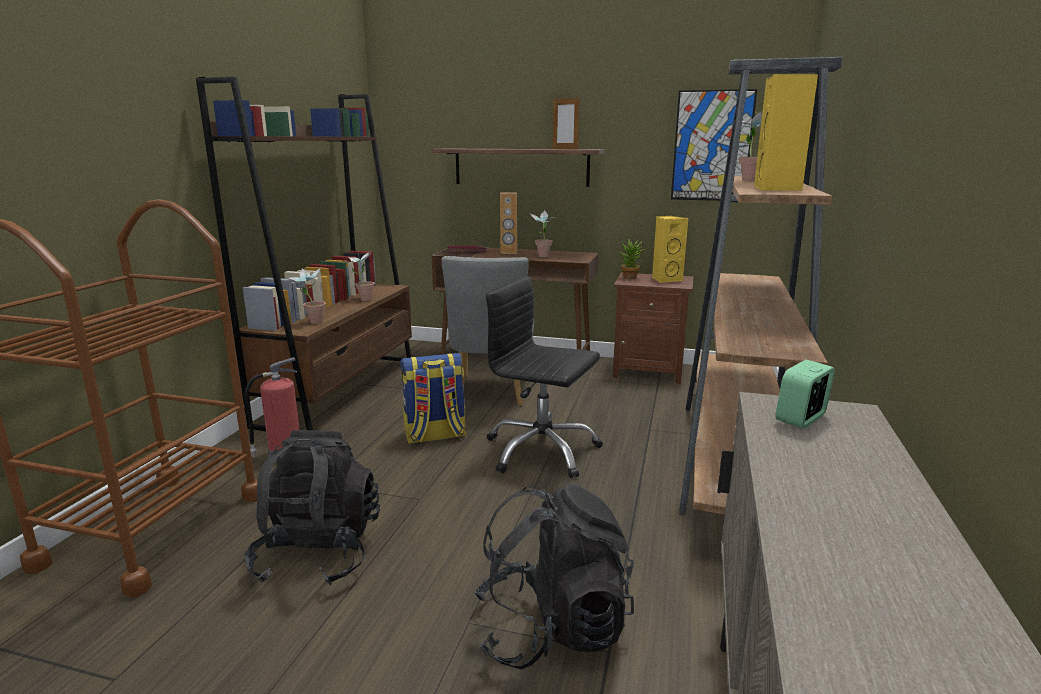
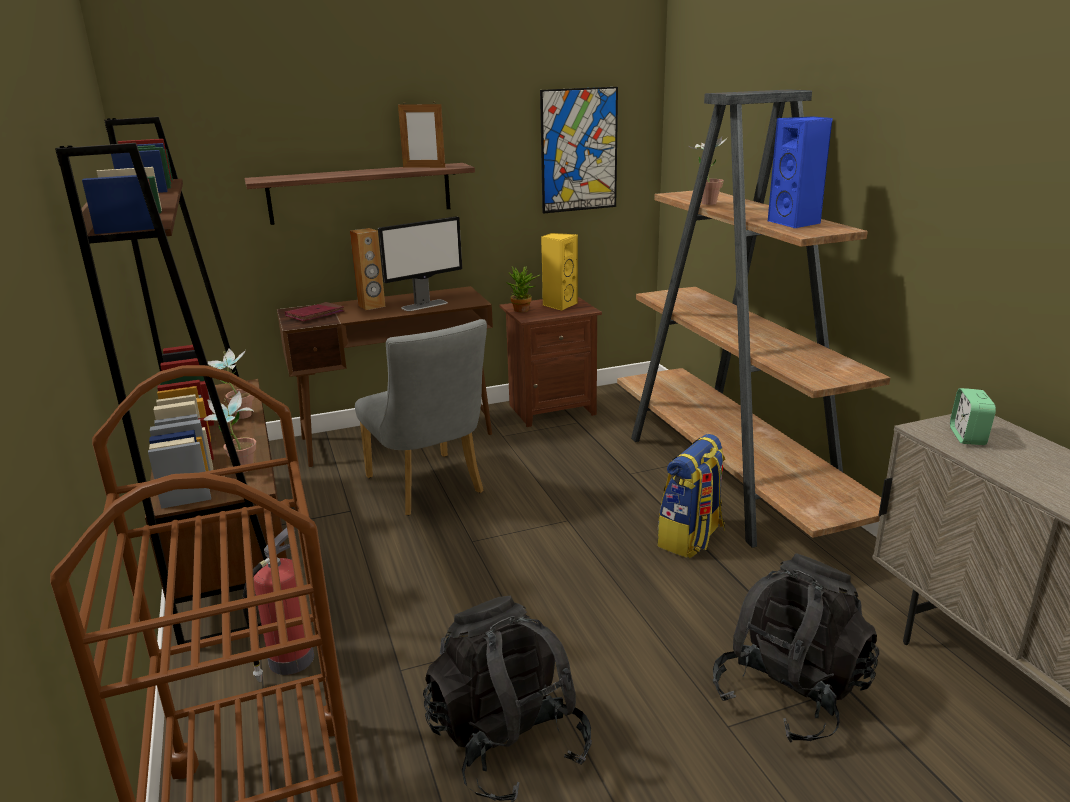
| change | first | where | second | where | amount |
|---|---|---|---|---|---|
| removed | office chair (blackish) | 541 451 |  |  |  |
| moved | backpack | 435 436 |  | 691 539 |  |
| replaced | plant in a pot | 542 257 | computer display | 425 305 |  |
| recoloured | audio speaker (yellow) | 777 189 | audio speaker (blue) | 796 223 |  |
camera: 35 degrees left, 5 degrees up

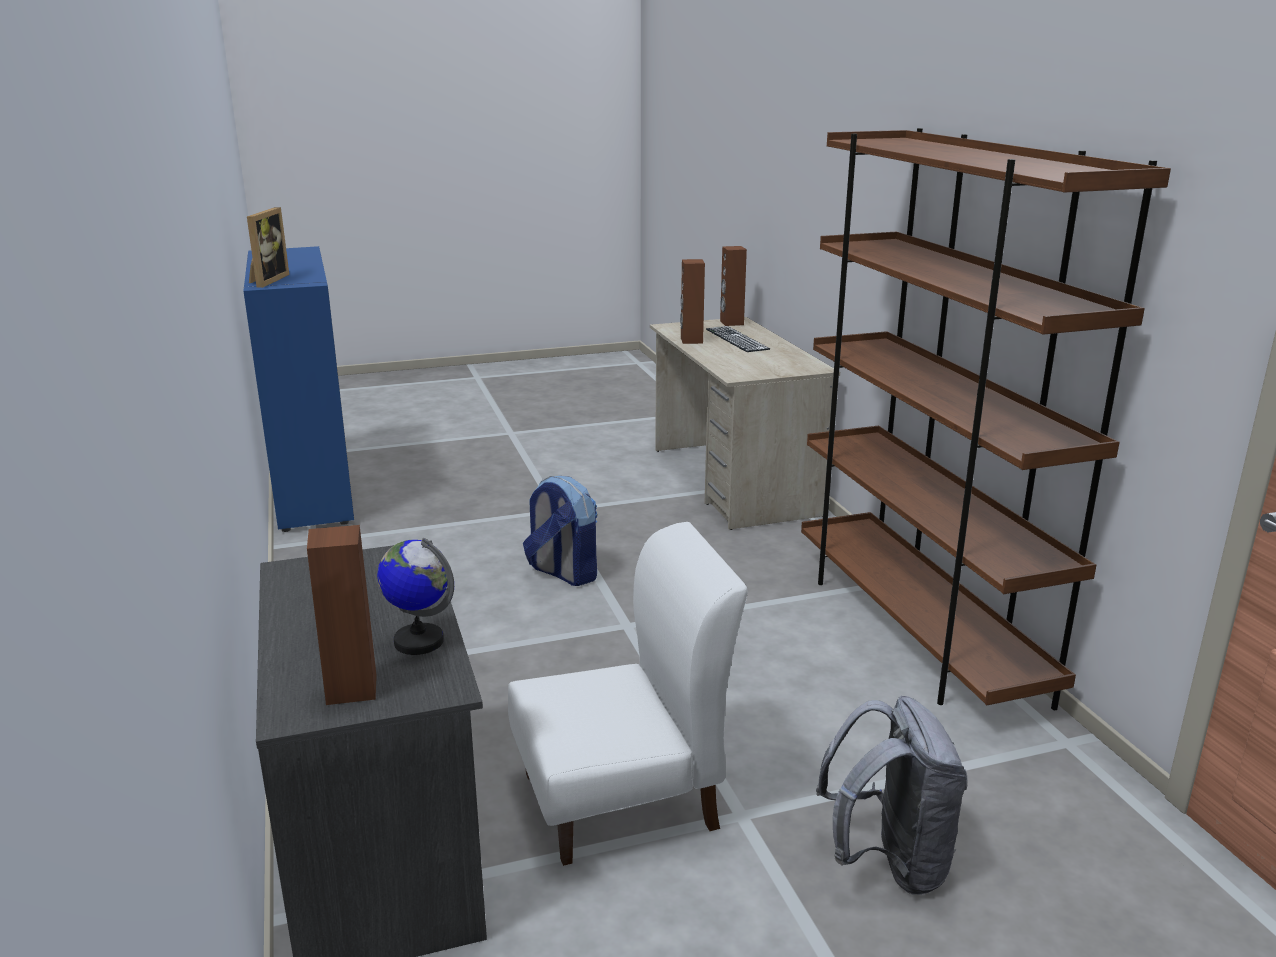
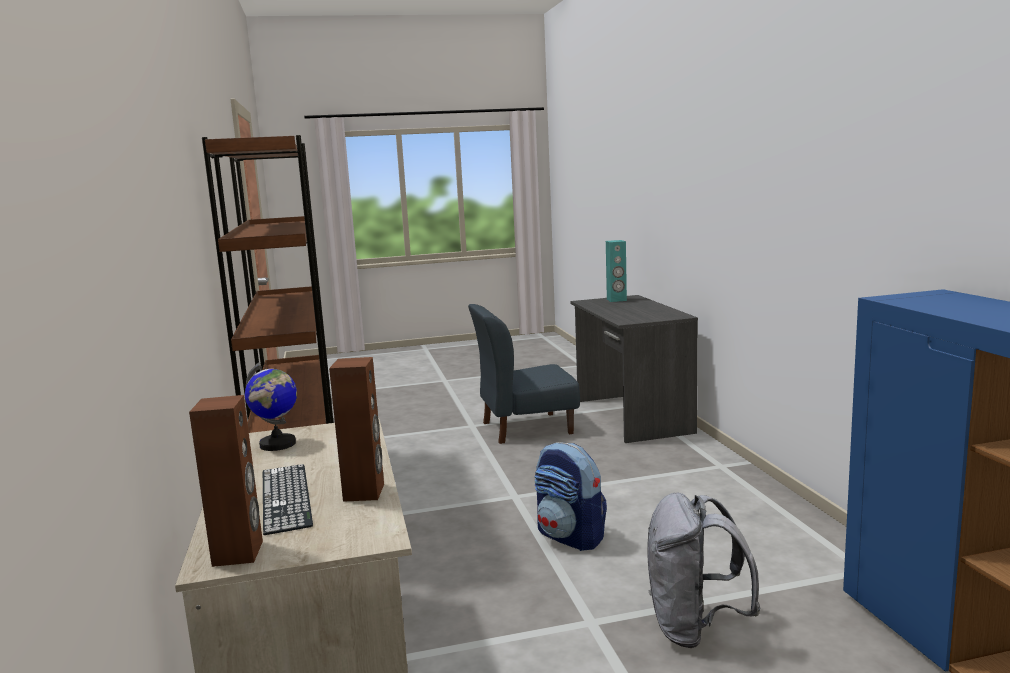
| change | first | where | second | where | amount |
|---|---|---|---|---|---|
| removed | photo frame | 266 280 |  |  |  |
| moved | globe | 418 641 |  | 277 444 |  |
| moved | backpack (gray) | 889 862 |  | 695 628 |  |
| recoloured | audio speaker (brown-coloured) | 351 689 | audio speaker (turquoise-coloured) | 616 300 |  |
| recoloured | plain chair (whitish) | 621 801 | plain chair (blue) | 526 428 |  |
camera: 175 degrees left, 10 degrees down

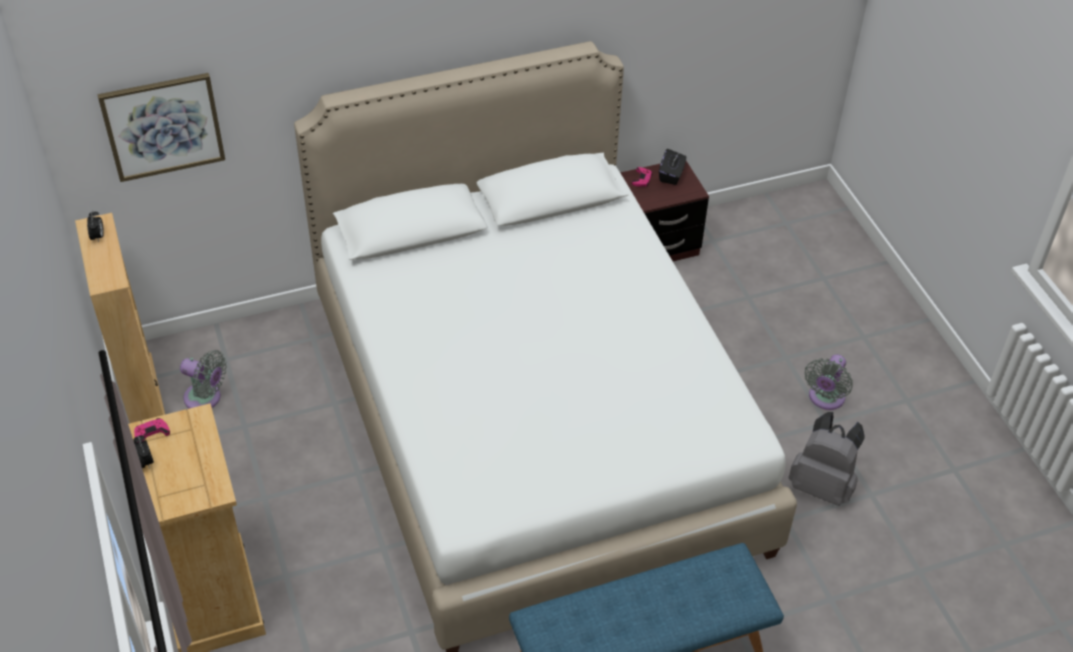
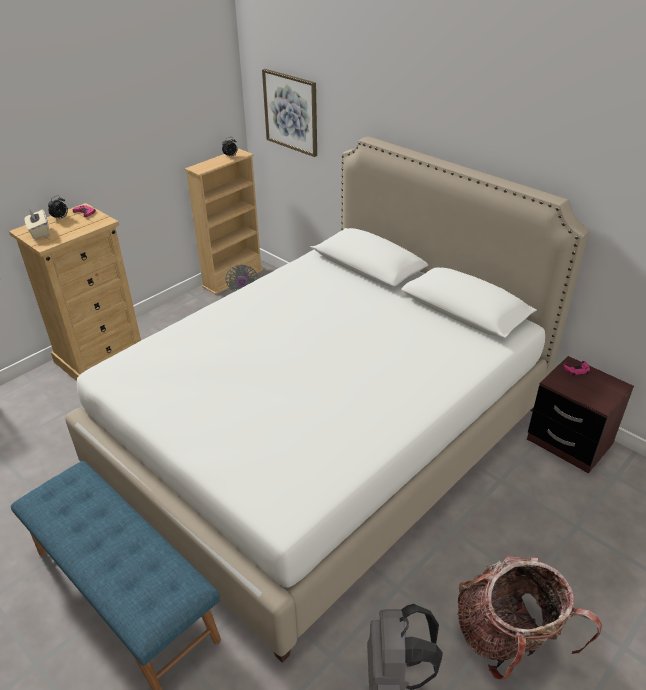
| change | first | where | second | where | amount |
|---|---|---|---|---|---|
| removed | box of tissues (blackish) | 671 175 |  |  |  |
| added |  |  | box of tissues (beige) | 39 232 |  |
| replaced | fan (gray) | 825 399 | backpack | 508 639 |  |
camera: 65 degrees right, 10 degrees down

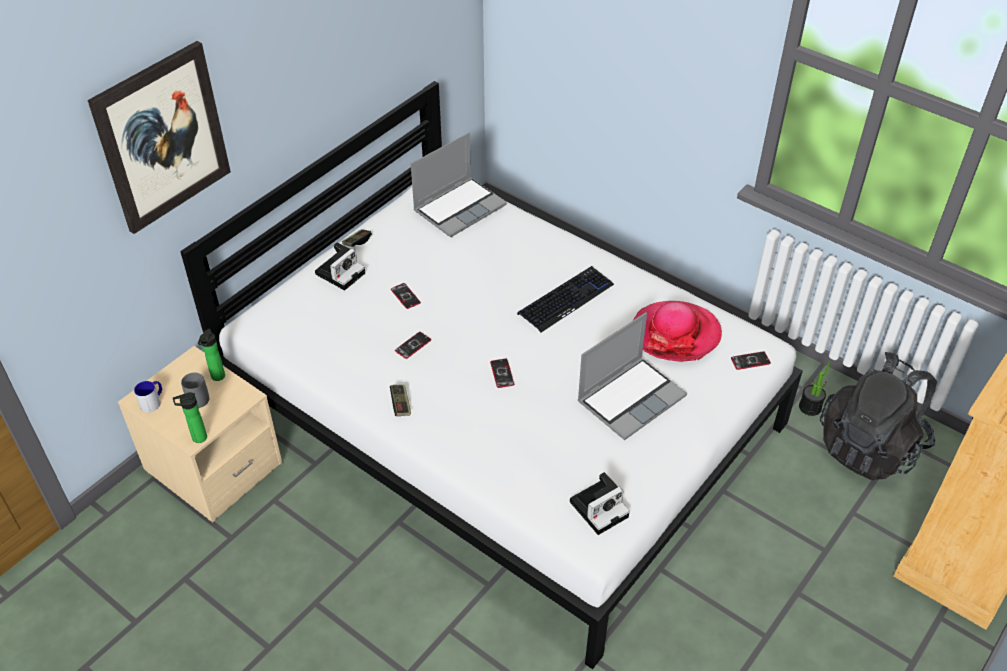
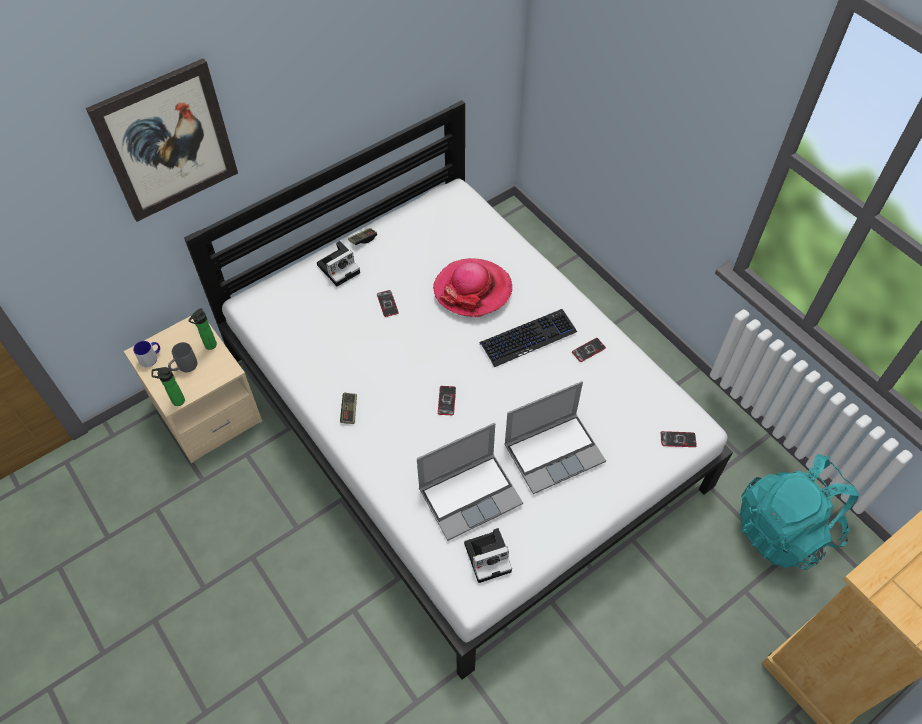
| change | first | where | second | where | amount |
|---|---|---|---|---|---|
| removed | plant in a pot | 810 407 |  |  |  |
| moved | phone | 413 345 |  | 588 350 |  |
| moved | portable computer | 460 207 |  | 470 495 |  |
| moved | clothing hat | 675 334 |  | 473 289 |  |
| recoloured | backpack (blackish) | 870 446 | backpack (turquoise-coloured) | 785 529 |  |
camera: 15 degrees right, 10 degrees up

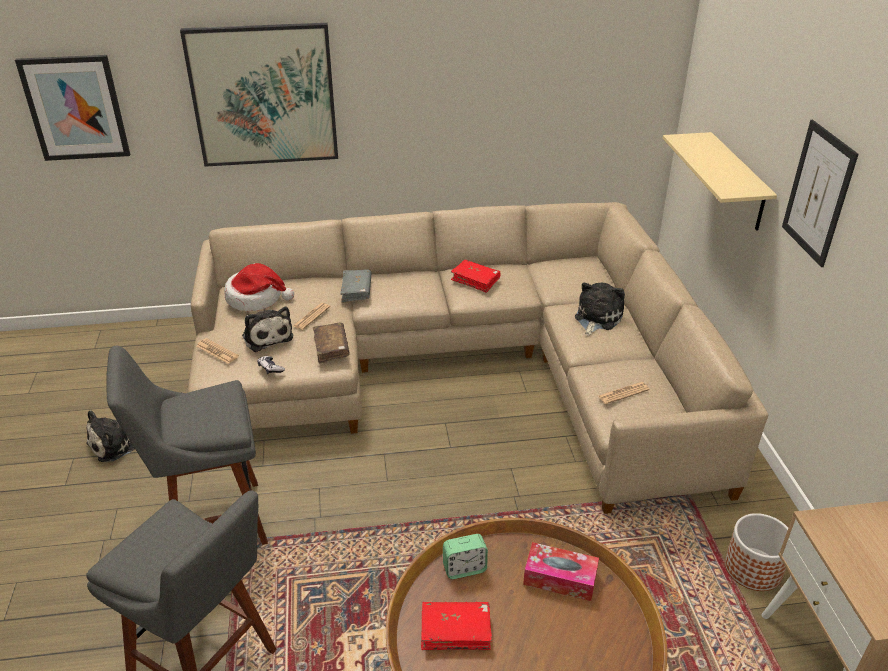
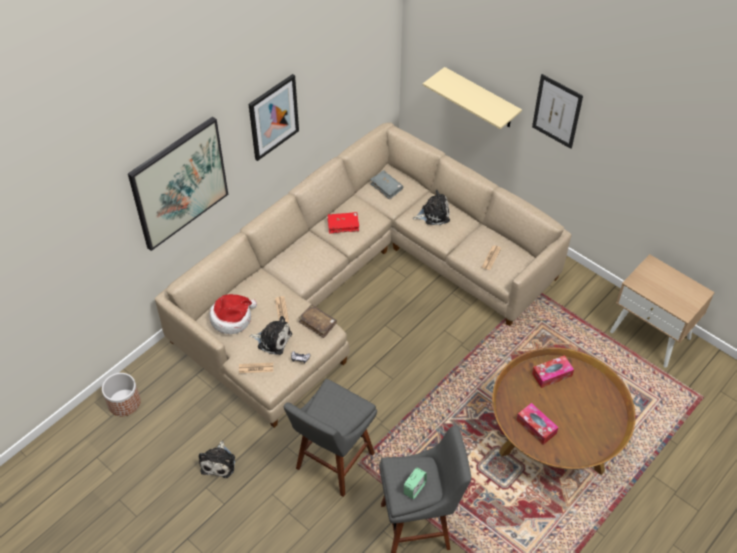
| change | first | where | second | where | amount |
|---|---|---|---|---|---|
| moved | wall picture | 75 108 |  | 273 117 |  |
| moved | book (gray) | 356 290 |  | 386 187 |  |
| moved | table clock | 464 568 |  | 414 488 |  |
| moved | plant pot | 753 569 |  | 124 403 |  |
| replaced | book (red-coloured) | 455 631 | box of tissues | 536 426 |  |
| turned | plush toy | 596 318 |  | 433 214 | 90 degrees clockwise |
camera: 40 degrees left, 15 degrees up

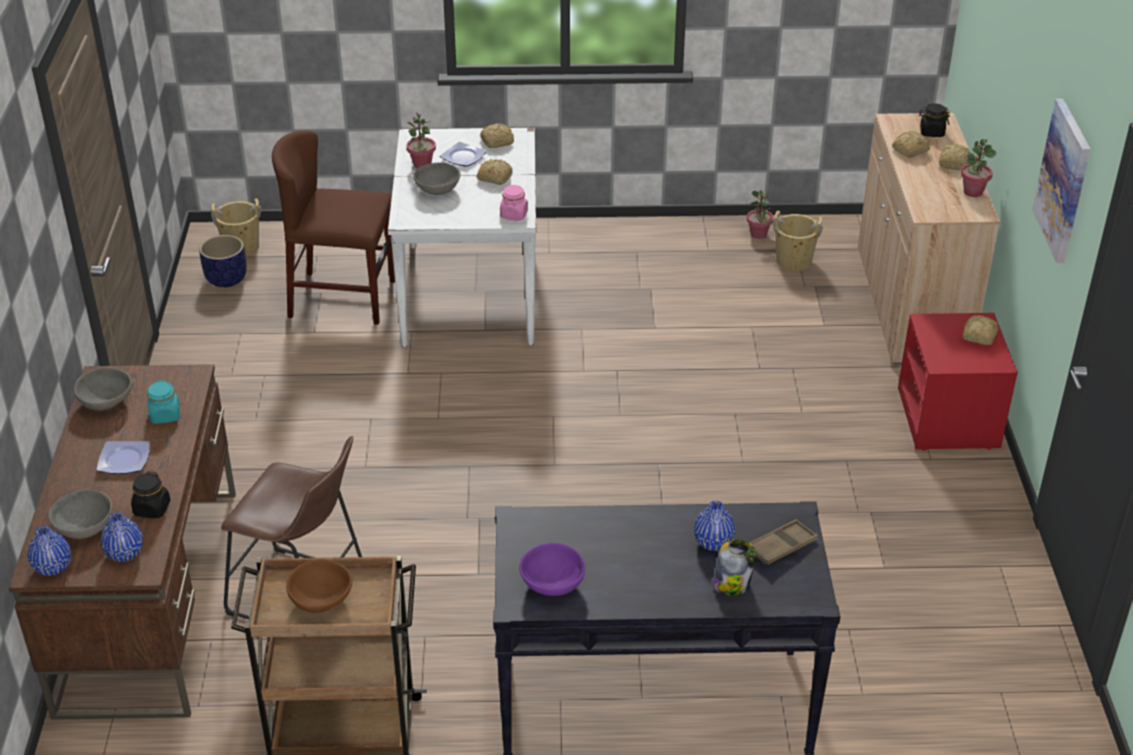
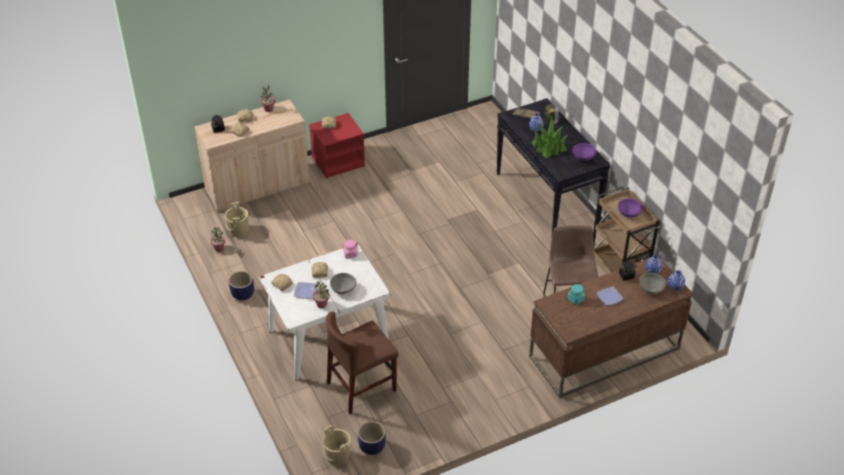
| change | first | where | second | where | amount |
|---|---|---|---|---|---|
| removed | bowl (gray) | 105 402 |  |  |  |
| removed | wall picture | 1063 180 |  |  |  |
| added |  |  | plant pot | 242 294 |  |
| added |  |  | plant in a pot | 548 146 |  |
| recoloured | bowl (brown-coloured) | 320 600 | bowl (purplish) | 629 213 |  |
| turned | plain chair (brown-coloured) | 342 298 |  | 361 387 | 75 degrees clockwise |
camera: 115 degrees left, 5 degrees up

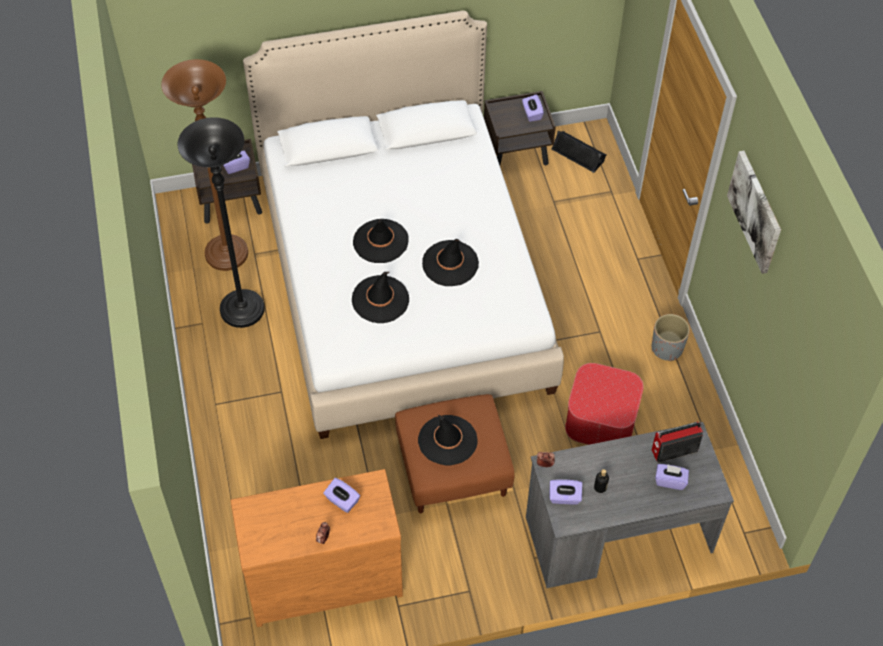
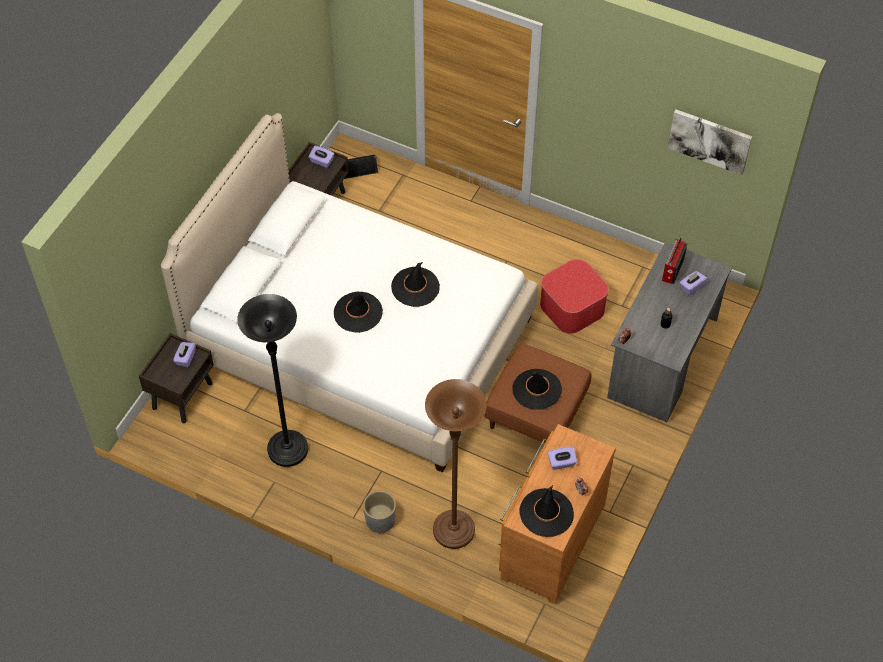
| change | first | where | second | where | amount |
|---|---|---|---|---|---|
| removed | box of tissues (purplish) | 564 497 |  |  |  |
| moved | floor lamp (brown-coloured) | 226 254 |  | 453 530 |  |
| moved | clothing hat (blackish) | 380 299 |  | 546 513 |  |
| moved | plant pot (gray) | 667 348 |  | 380 520 |  |
| moved | wall picture | 755 211 |  | 710 140 |  |
camera: 50 degrees left, 0 degrees up

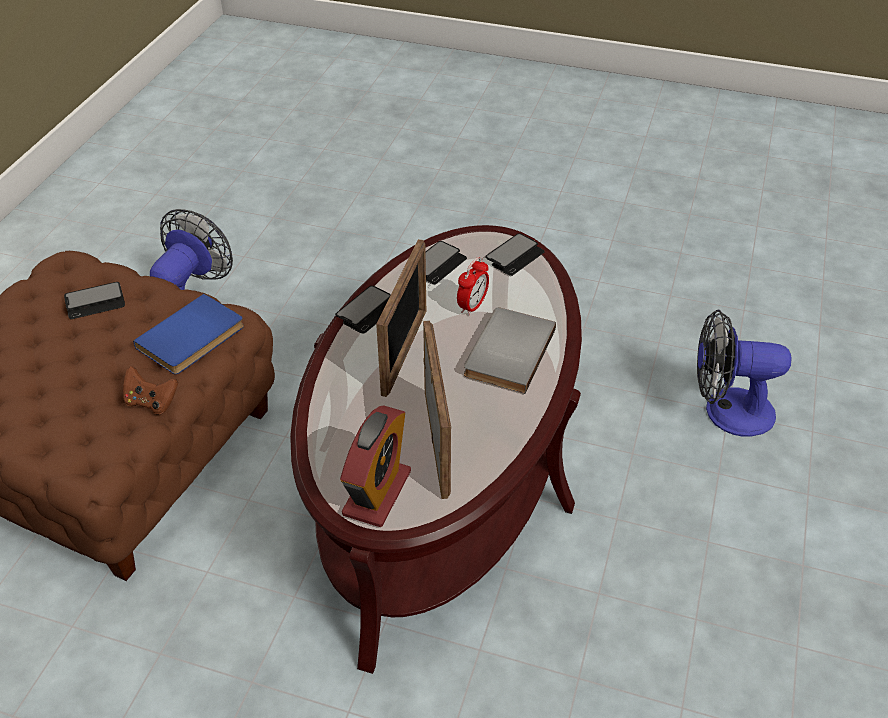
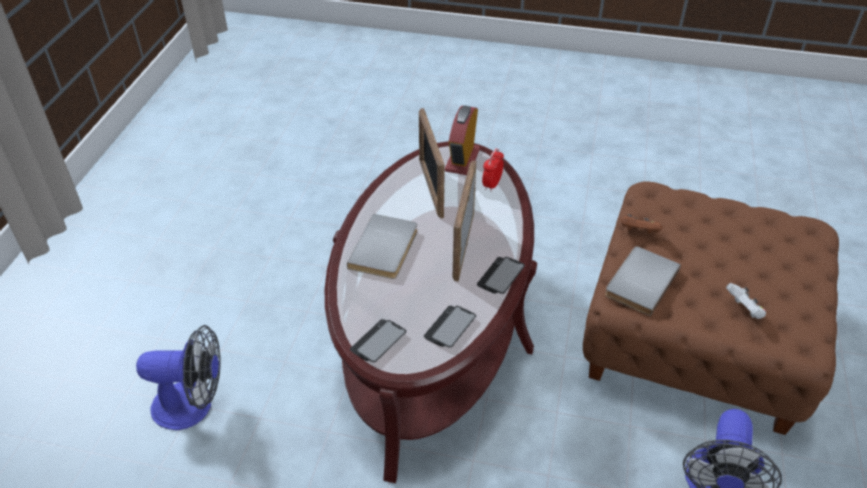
| change | first | where | second | where | amount |
|---|---|---|---|---|---|
| moved | table clock | 472 306 |  | 492 185 |  |
| replaced | phone | 95 302 | gamepad (whitish) | 744 310 |  |
| recoloured | book (blue) | 193 338 | book (gray) | 639 281 |  |
camera: 175 degrees right, 0 degrees up

